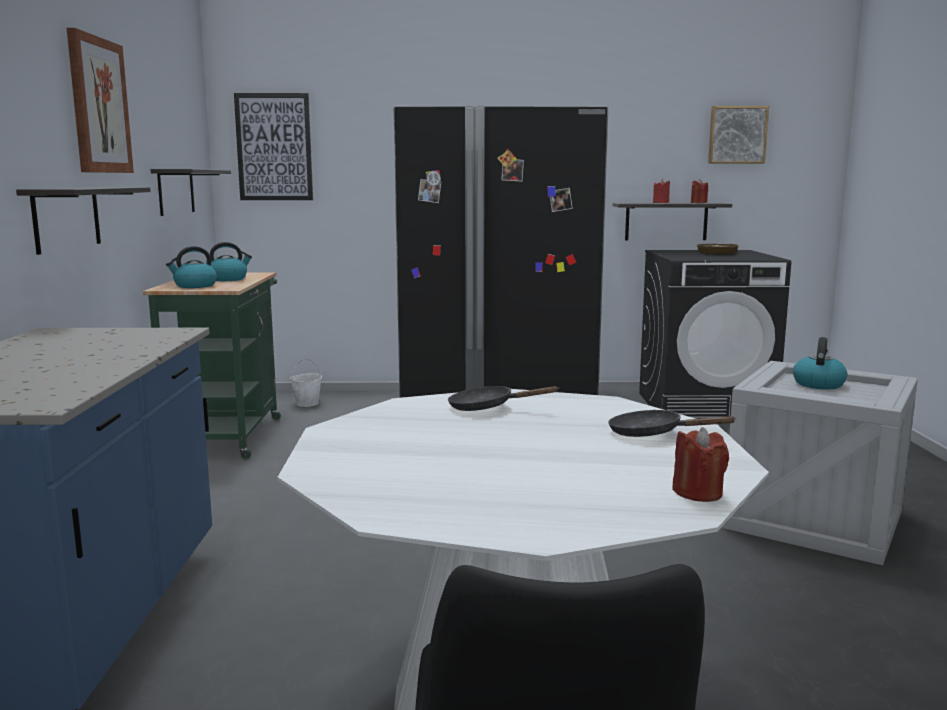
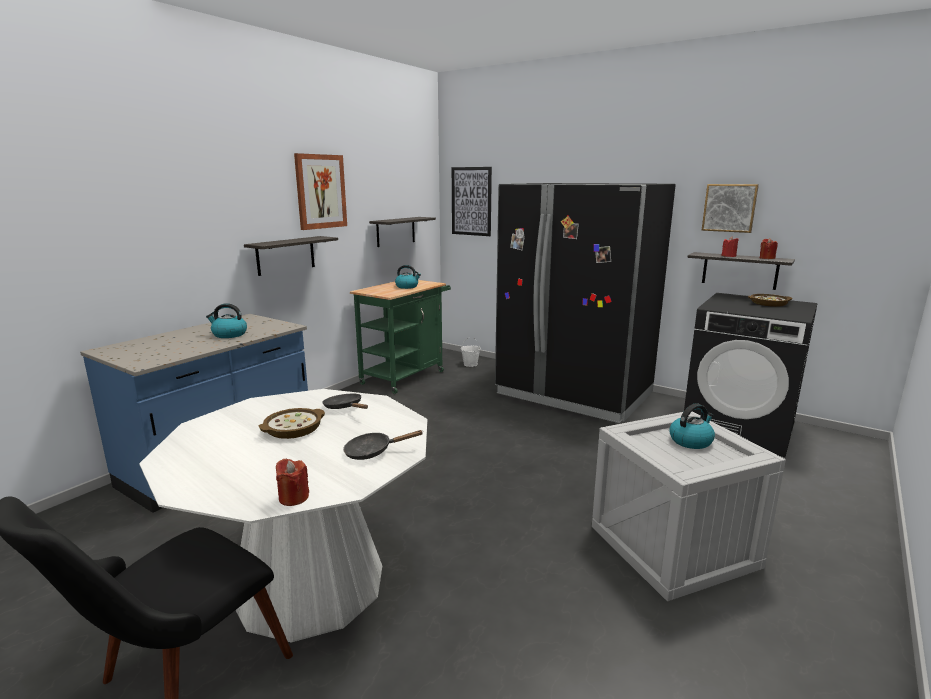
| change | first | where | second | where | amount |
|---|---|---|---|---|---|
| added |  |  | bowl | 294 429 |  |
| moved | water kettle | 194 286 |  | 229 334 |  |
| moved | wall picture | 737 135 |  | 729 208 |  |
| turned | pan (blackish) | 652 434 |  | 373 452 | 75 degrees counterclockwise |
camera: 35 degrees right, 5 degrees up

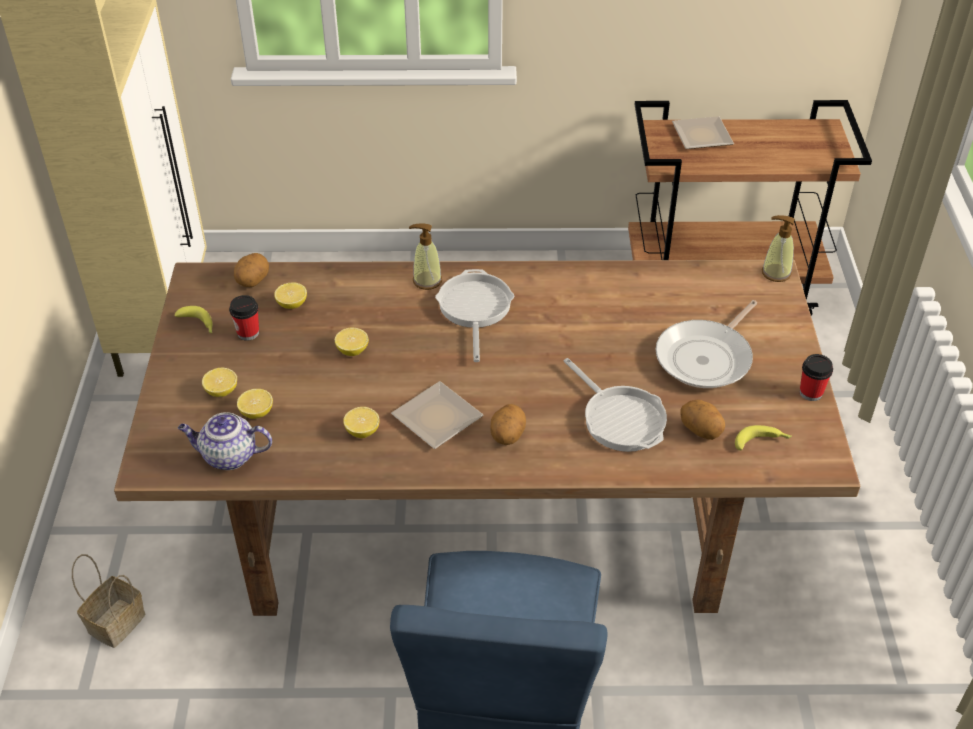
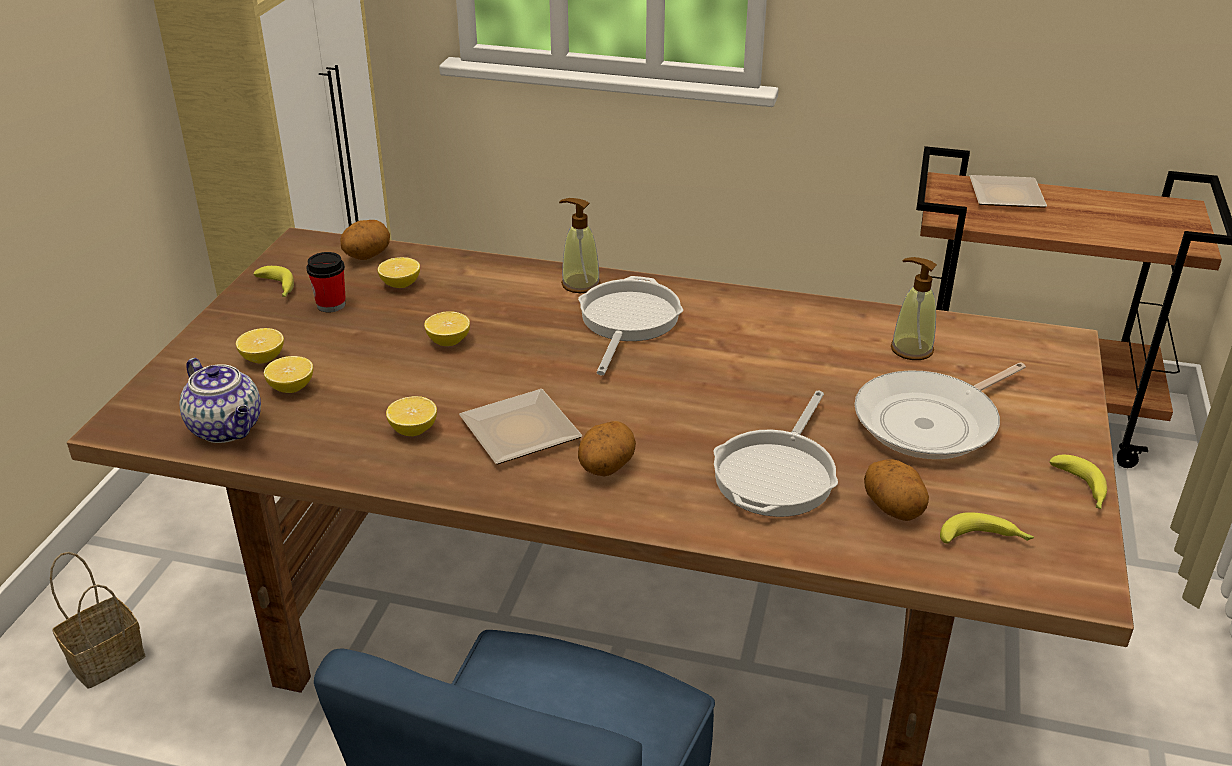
| change | first | where | second | where | amount |
|---|---|---|---|---|---|
| moved | liquid soap bottle | 775 273 |  | 911 349 |  |
| replaced | small cup | 811 392 | banana fruit | 1081 489 |  |
| turned | pot for tea | 228 456 |  | 228 429 | 150 degrees counterclockwise |
| turned | pan | 620 418 |  | 777 474 | 45 degrees clockwise |
camera: 15 degrees right, 10 degrees down

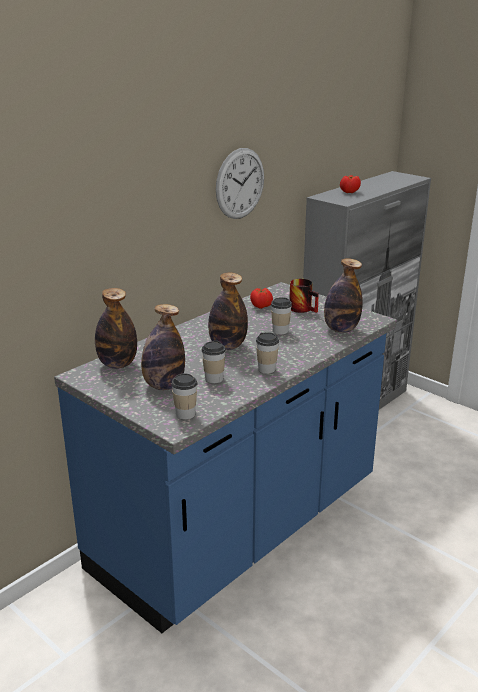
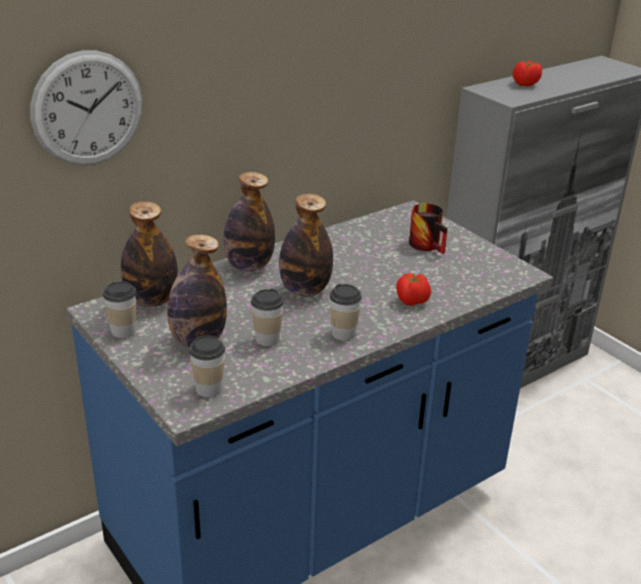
| change | first | where | second | where | amount |
|---|---|---|---|---|---|
| moved | wall clock | 240 183 |  | 88 109 |  |
| moved | whole tomato | 261 306 |  | 412 301 |  |
| moved | small cup | 280 331 |  | 123 331 |  |
| moved | drink bottle | 341 329 |  | 249 266 |  |
camera: 10 degrees right, 5 degrees up

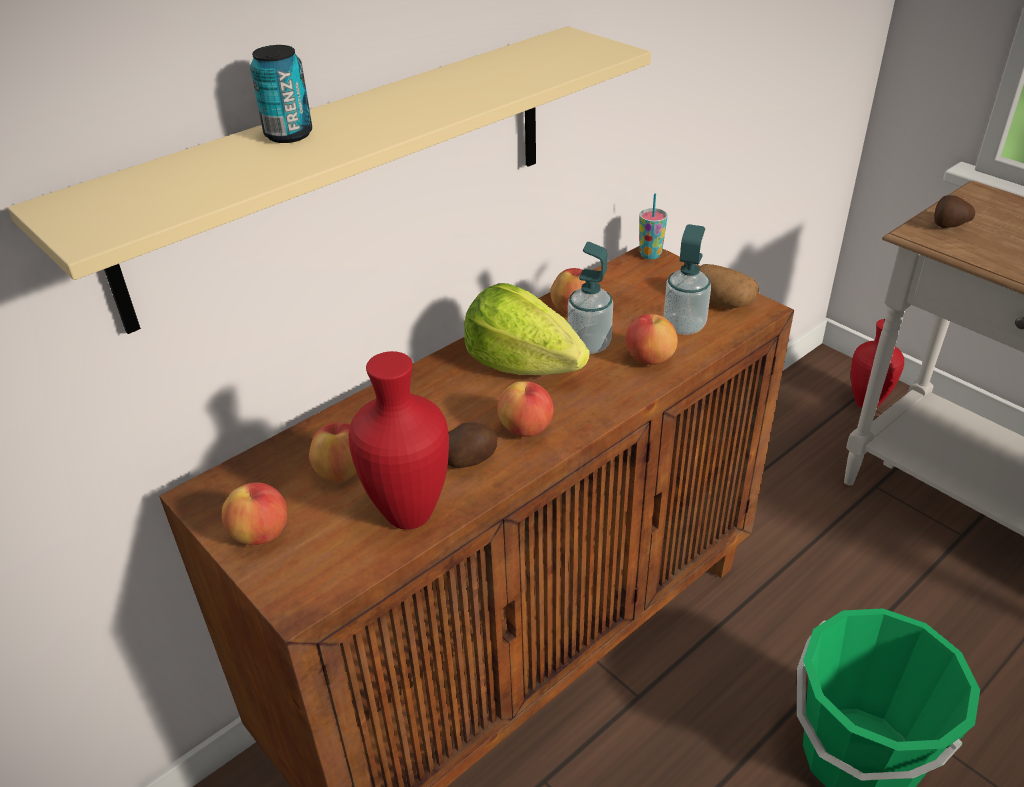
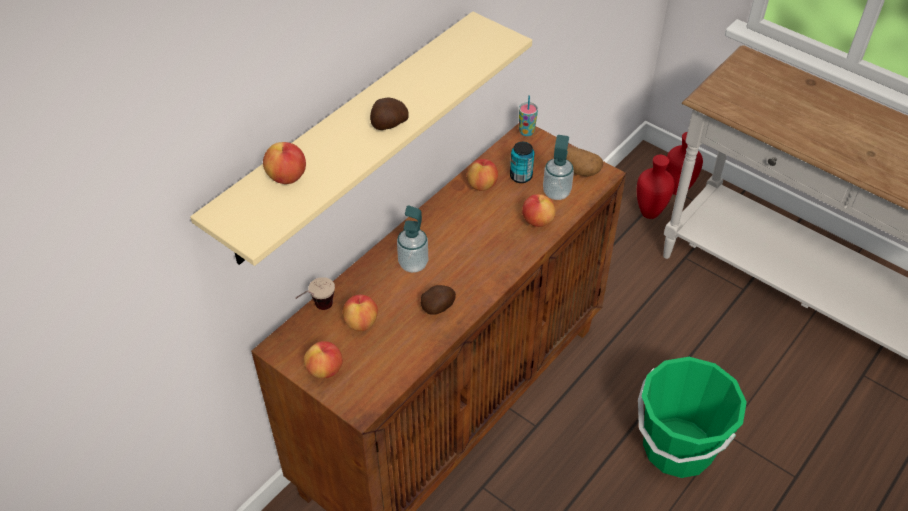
| change | first | where | second | where | amount |
|---|---|---|---|---|---|
| removed | lettuce head | 522 365 |  |  |  |
| added |  |  | small cup | 317 310 |  |
| moved | metal can | 288 134 |  | 521 176 |  |
| moved | decorative vase (red-coloured) | 406 514 |  | 648 213 |  |
| moved | whole apple | 526 429 |  | 287 177 |  |
| moved | liquid soap bottle | 589 345 |  | 413 264 |  |
| moved | whole potato | 948 225 |  | 389 125 |  |
camera: 10 degrees left, 10 degrees up

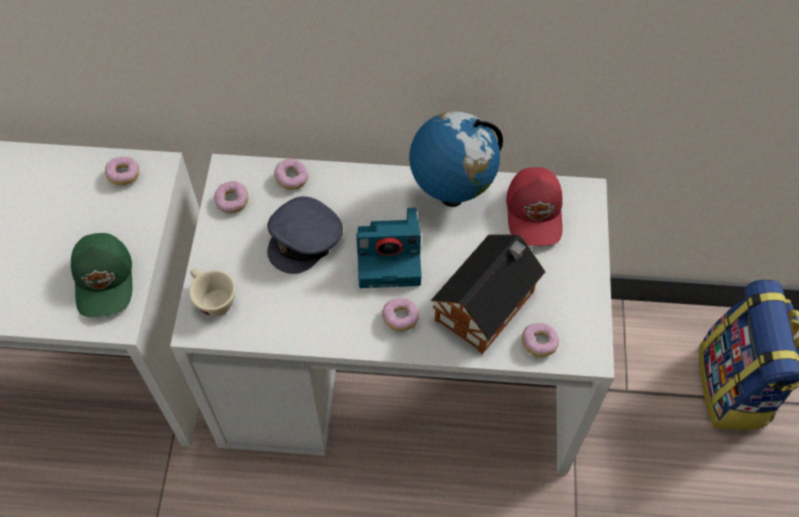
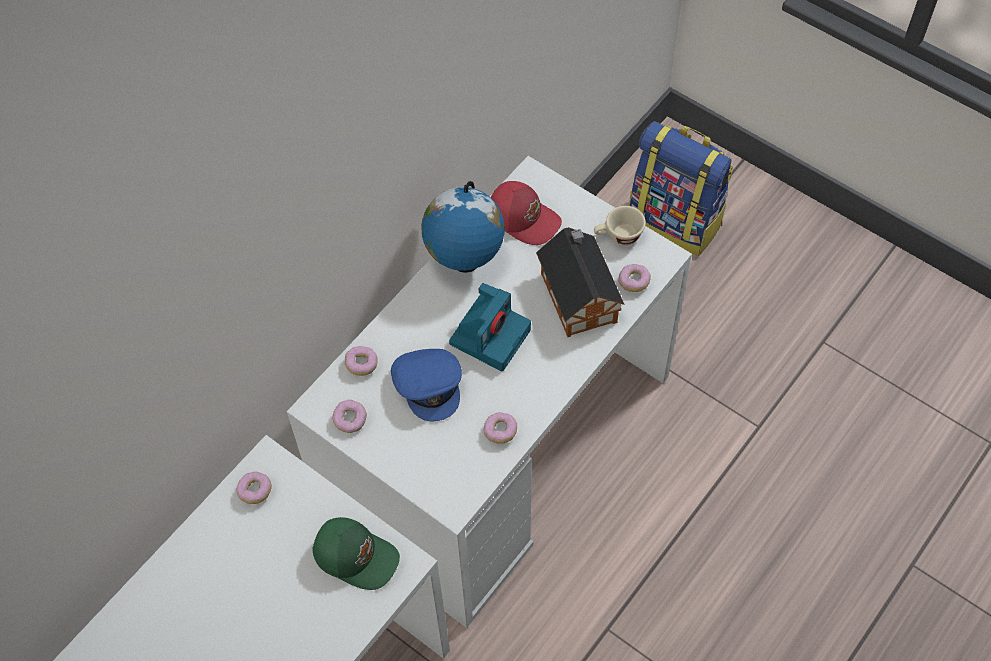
| change | first | where | second | where | amount |
|---|---|---|---|---|---|
| moved | small cup (beige) | 212 299 |  | 618 237 |  |
| moved | doughnut | 400 318 |  | 500 431 |  |
| recoloured | cap (gray) | 305 239 | cap (blue) | 429 385 |  |
camera: 55 degrees left, 0 degrees up

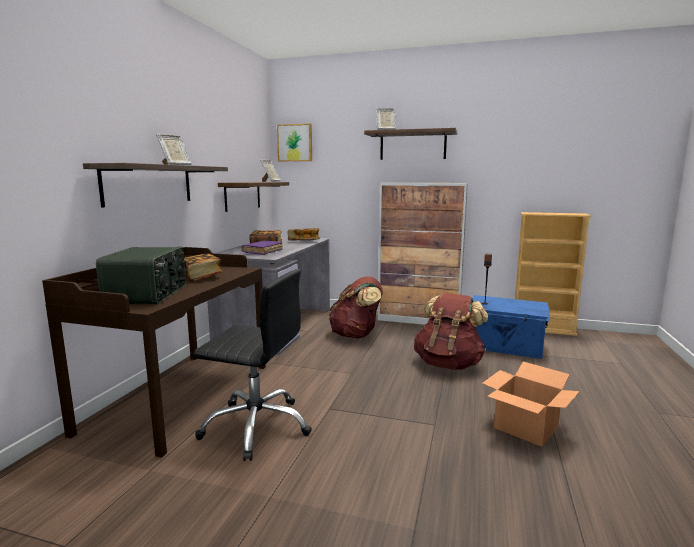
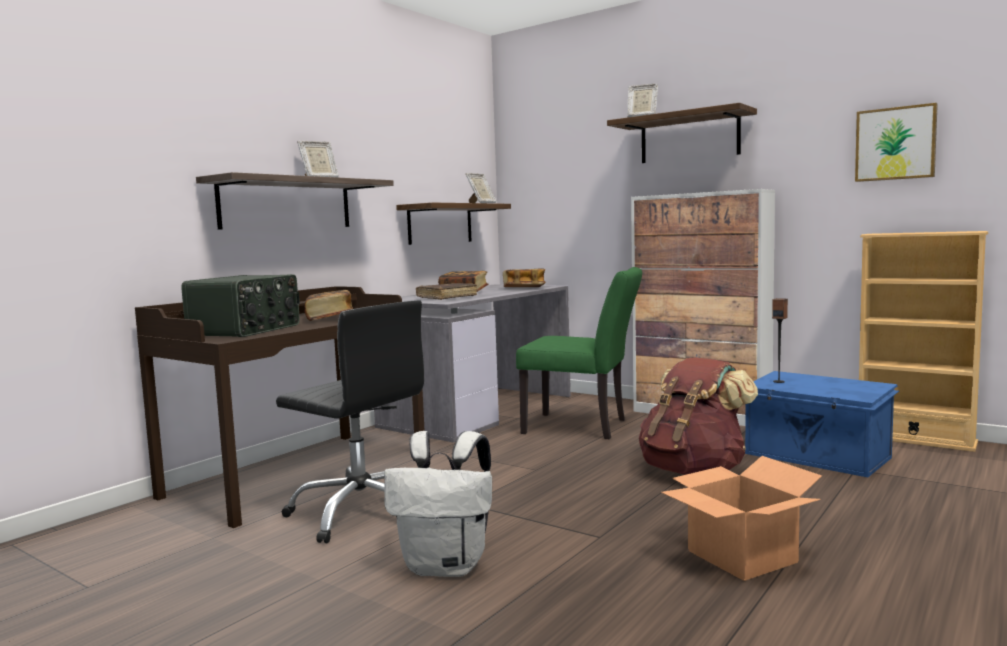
| change | first | where | second | where | amount |
|---|---|---|---|---|---|
| added |  |  | backpack (whitish) | 447 566 |  |
| moved | wall picture | 295 143 |  | 895 144 |  |
| replaced | backpack (brown-coloured) | 356 335 | plain chair (green-coloured) | 583 427 |  |
| recoloured | book (purplish) | 262 252 | book (brown-coloured) | 447 297 |  |
camera: 20 degrees right, 5 degrees down

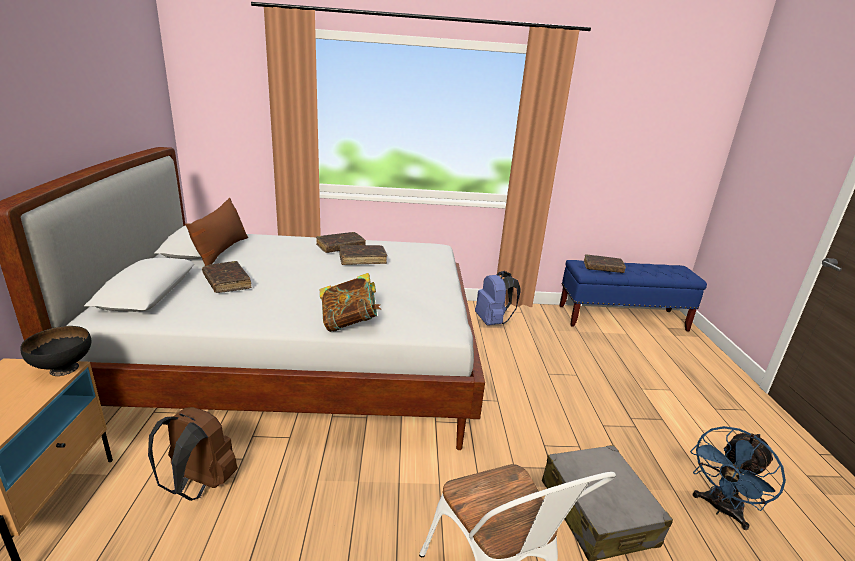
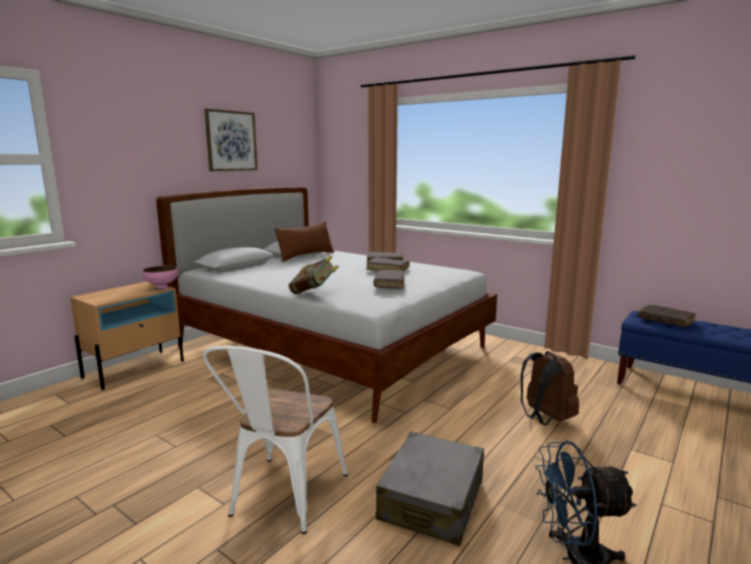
| change | first | where | second | where | amount |
|---|---|---|---|---|---|
| removed | backpack (blue) | 493 322 |  |  |  |
| added |  |  | wall picture | 231 141 |  |
| moved | backpack (brown-coloured) | 199 484 |  | 545 419 |  |
| moved | book (brown-coloured) | 227 282 |  | 389 284 |  |
| recoloured | bowl (blackish) | 64 368 | bowl (pink) | 162 288 |  |
camera: 40 degrees right, 10 degrees down

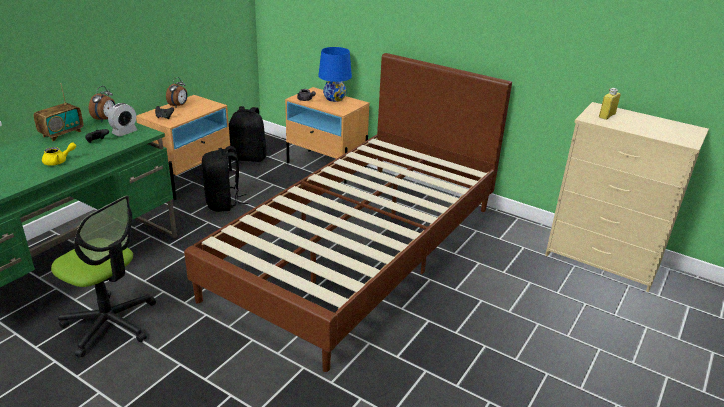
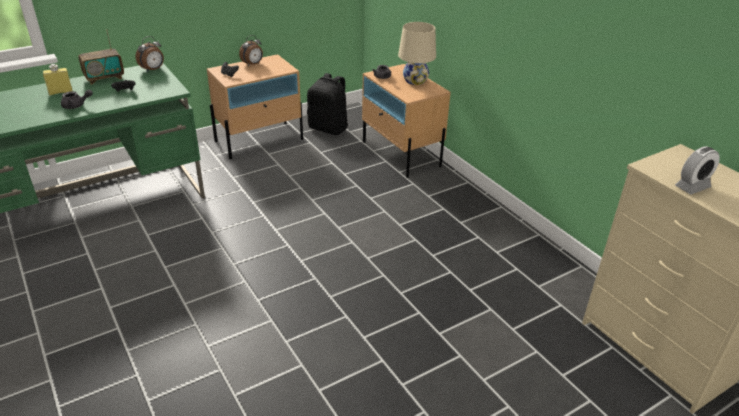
| change | first | where | second | where | amount |
|---|---|---|---|---|---|
| removed | office chair | 110 323 |  |  |  |
| removed | sleeping bed (brown-coloured) | 360 249 |  |  |  |
| removed | backpack (blackish) | 223 203 |  |  |  |
| moved | table clock | 124 132 |  | 692 187 |  |
| moved | drink bottle (yellow) | 607 116 |  | 60 92 |  |
| recoloured | pot for tea (yellow) | 59 161 | pot for tea (gray) | 76 106 |  |
| recoloured | lamp for a table (blue) | 334 98 | lamp for a table (beige) | 415 81 |  |
camera: 25 degrees right, 5 degrees up

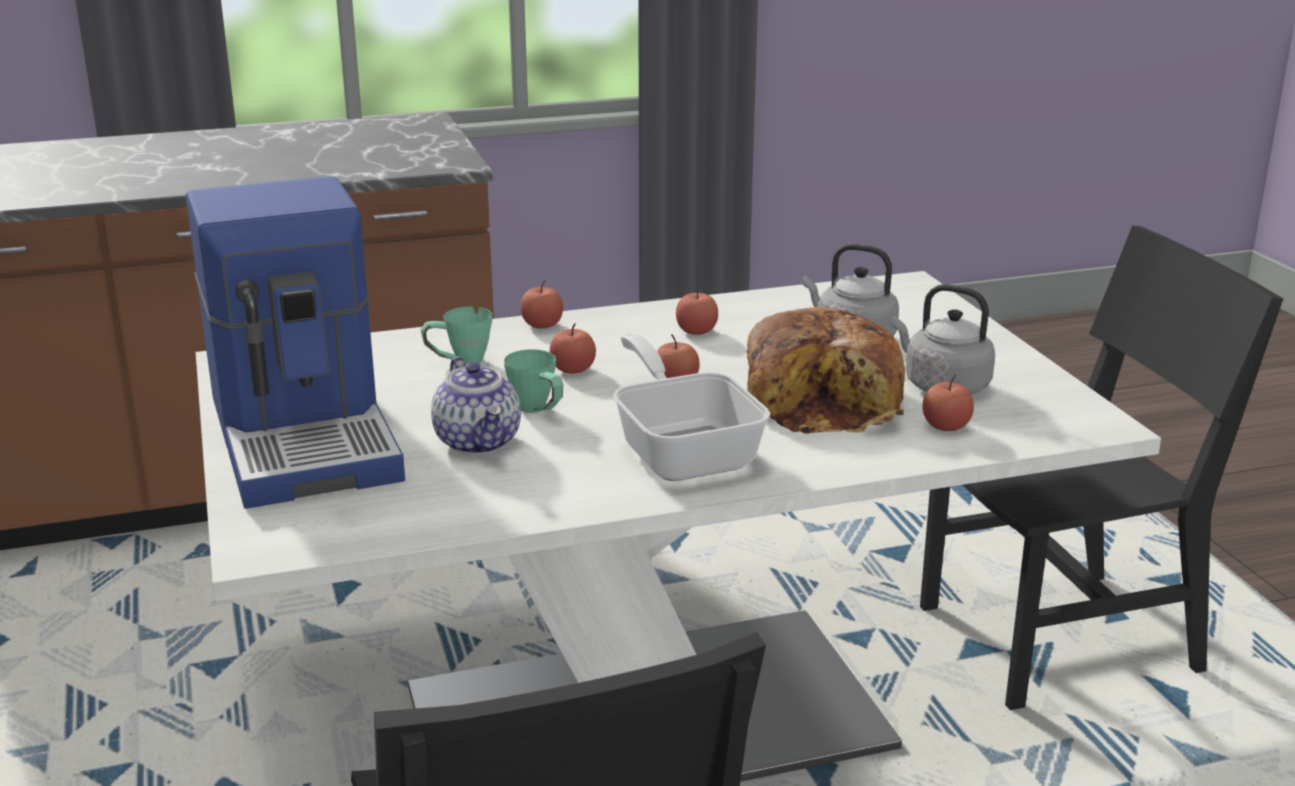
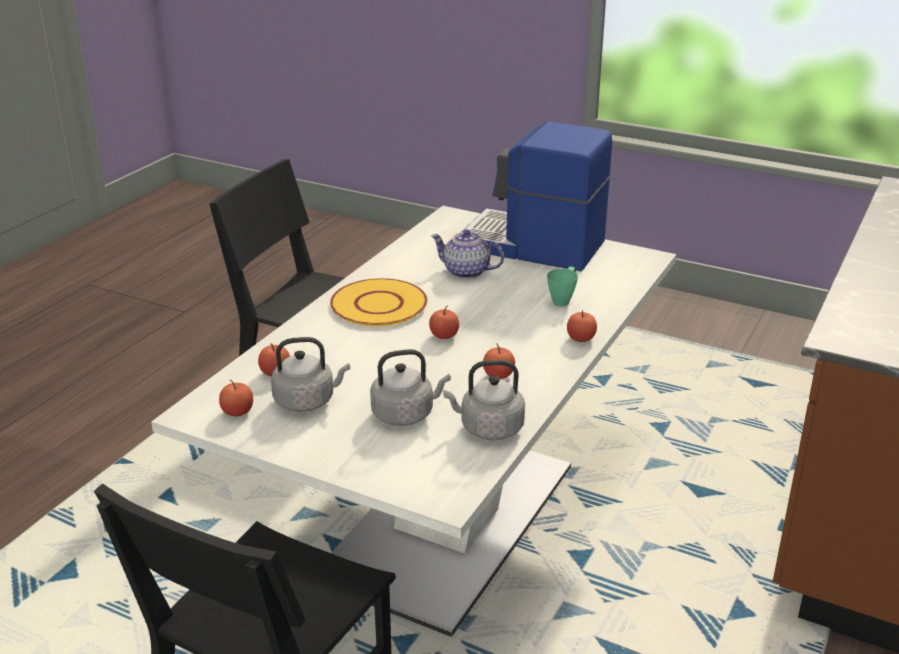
| change | first | where | second | where | amount |
|---|---|---|---|---|---|
| removed | mug (green-coloured) | 538 411 |  |  |  |
| removed | bakery bread | 825 401 |  |  |  |
| added |  |  | water kettle (gray) | 488 429 |  |
| moved | whole apple | 573 370 |  | 237 412 |  |
| replaced | pan | 683 450 | plate (yellow) | 379 305 |  |
camera: 135 degrees right, 5 degrees up

